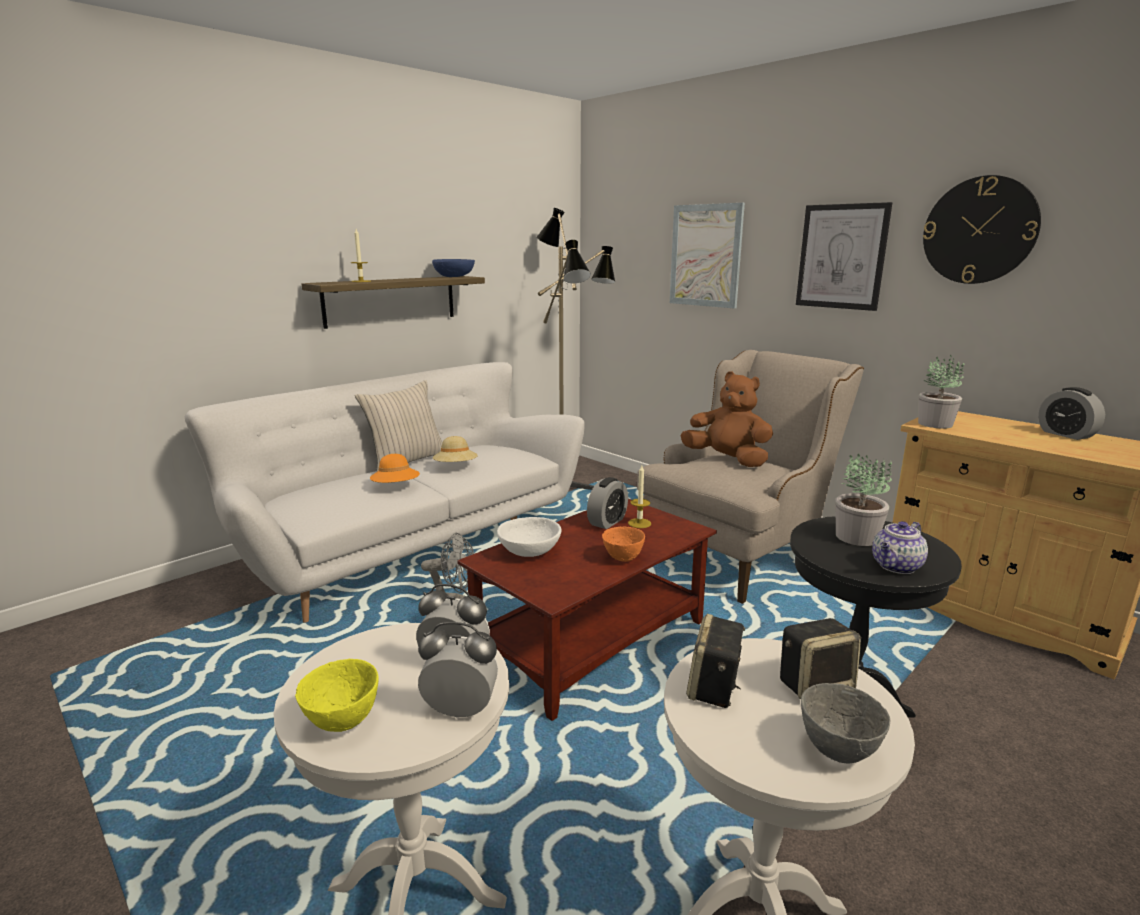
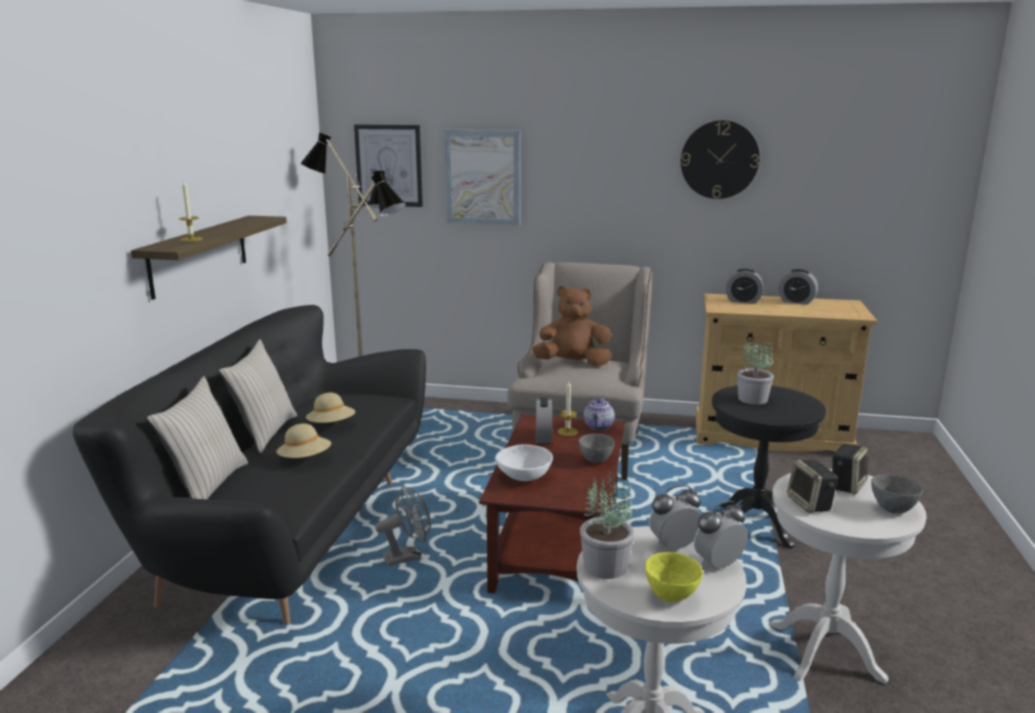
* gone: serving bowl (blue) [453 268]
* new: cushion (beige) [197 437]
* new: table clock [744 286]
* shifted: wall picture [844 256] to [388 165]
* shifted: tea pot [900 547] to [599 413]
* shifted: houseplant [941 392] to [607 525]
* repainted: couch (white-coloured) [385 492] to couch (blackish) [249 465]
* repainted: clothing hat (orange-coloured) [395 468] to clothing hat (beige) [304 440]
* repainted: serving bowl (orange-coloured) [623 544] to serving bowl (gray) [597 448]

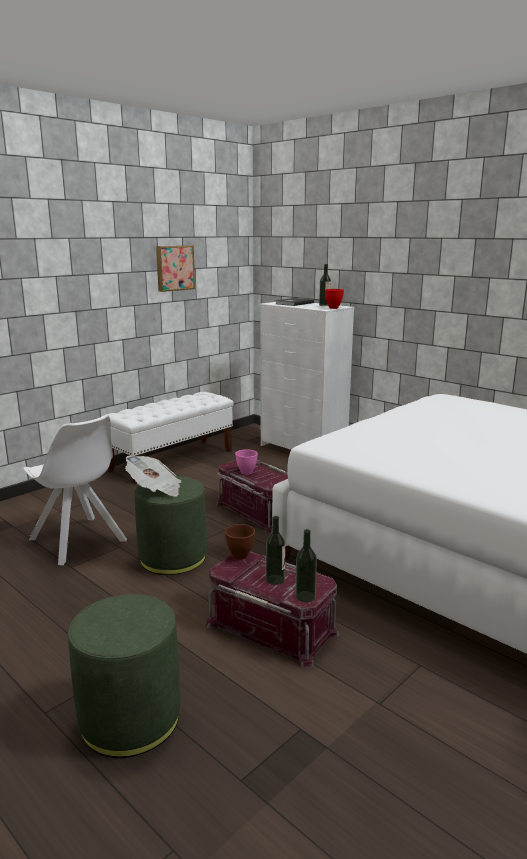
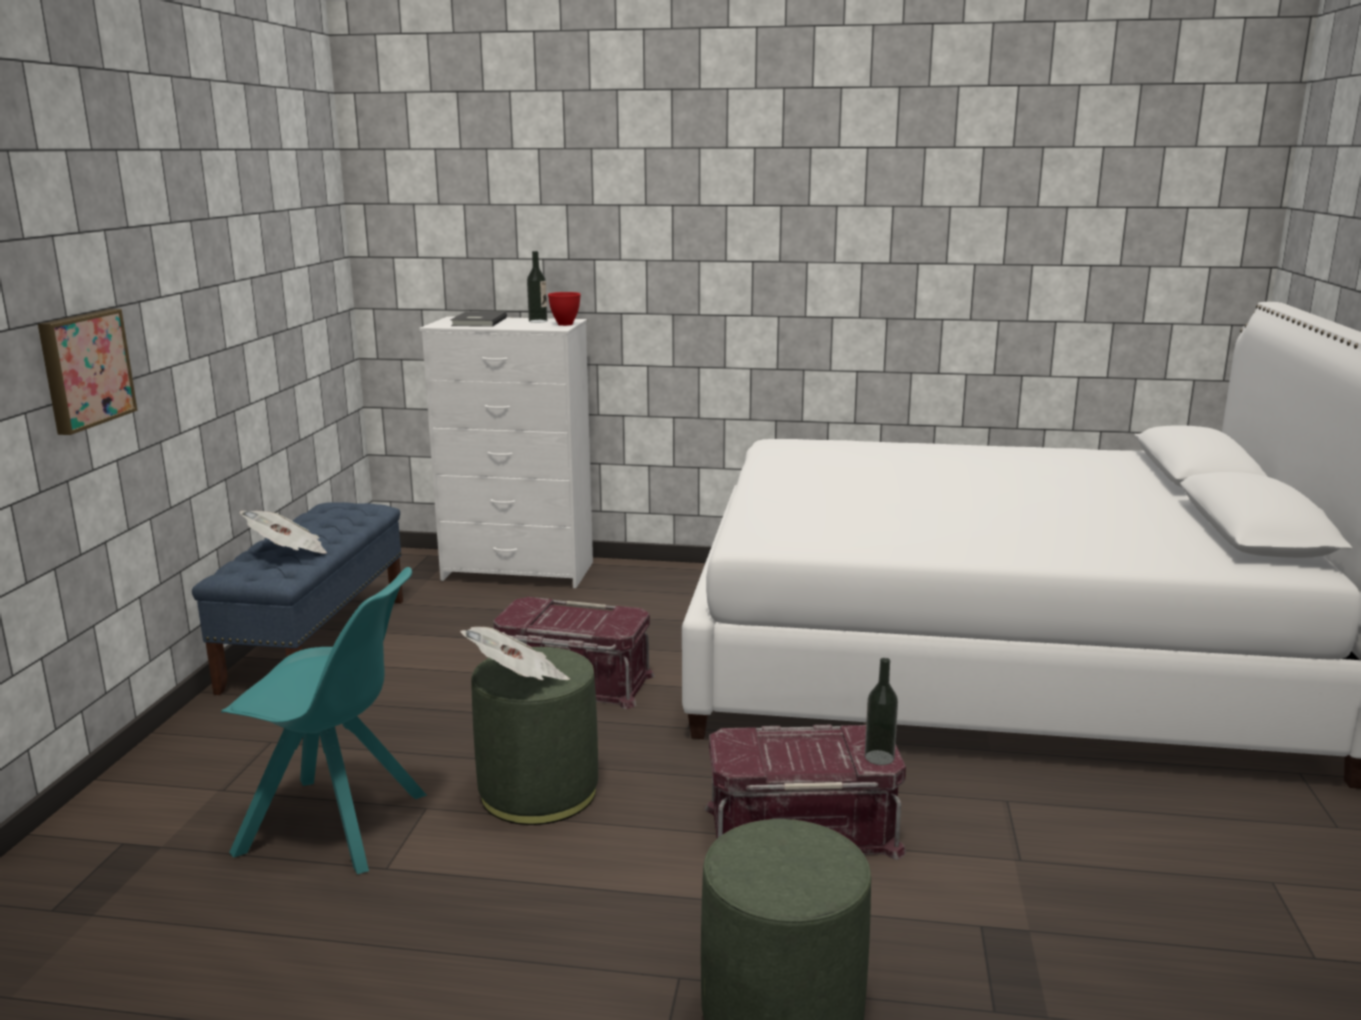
* gone: serving bowl (brown) [240 542]
* gone: serving bowl (pink) [246 462]
* gone: bottle [275 550]
* new: daily paper [283 532]
* shifted: wall picture [175 269] to [88 372]
* repainted: upright chair (white-coloured) [75 490] to upright chair (turquoise-coloured) [324 720]
* repainted: indoor bench (white-coloured) [168 438] to indoor bench (blue) [297 598]

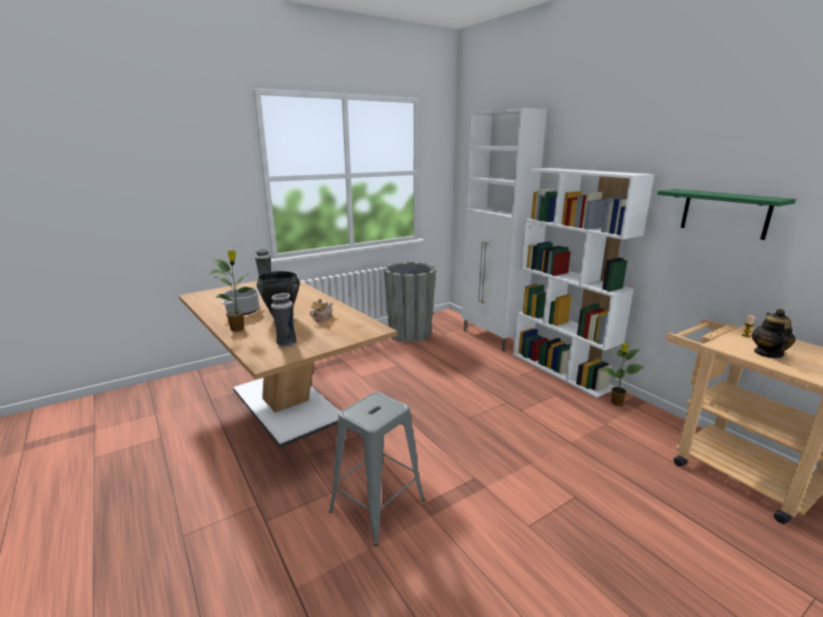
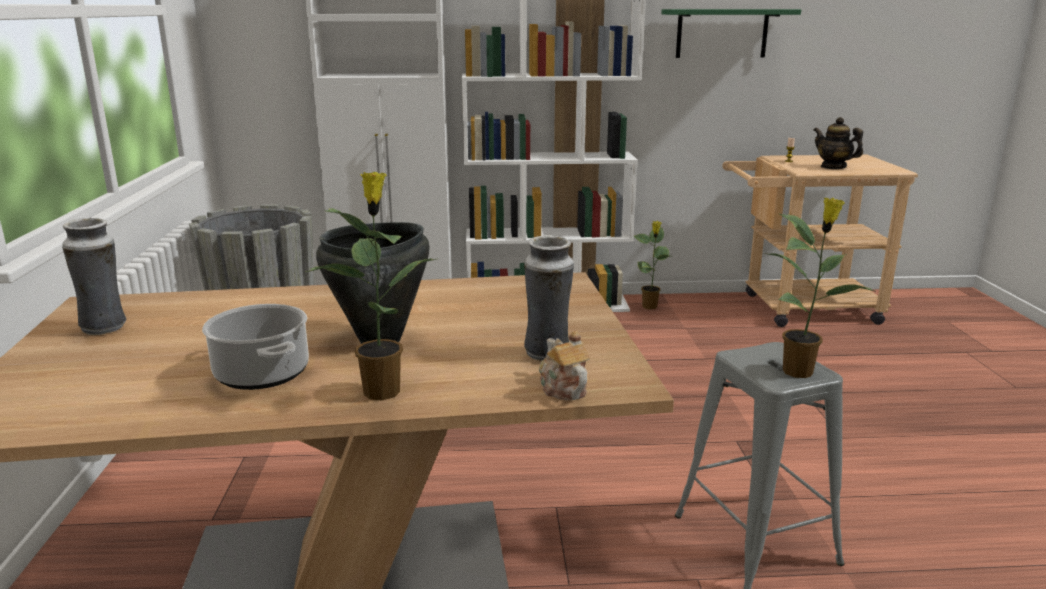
* new: houseplant [819 288]
* shifted: tea pot [321 310] to [564 365]

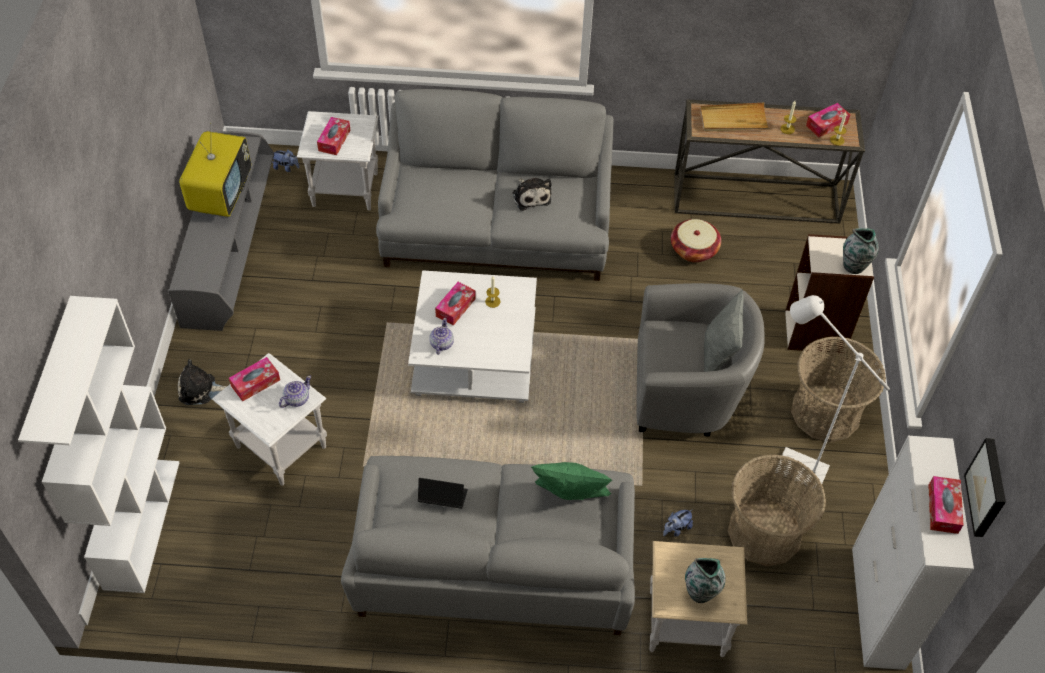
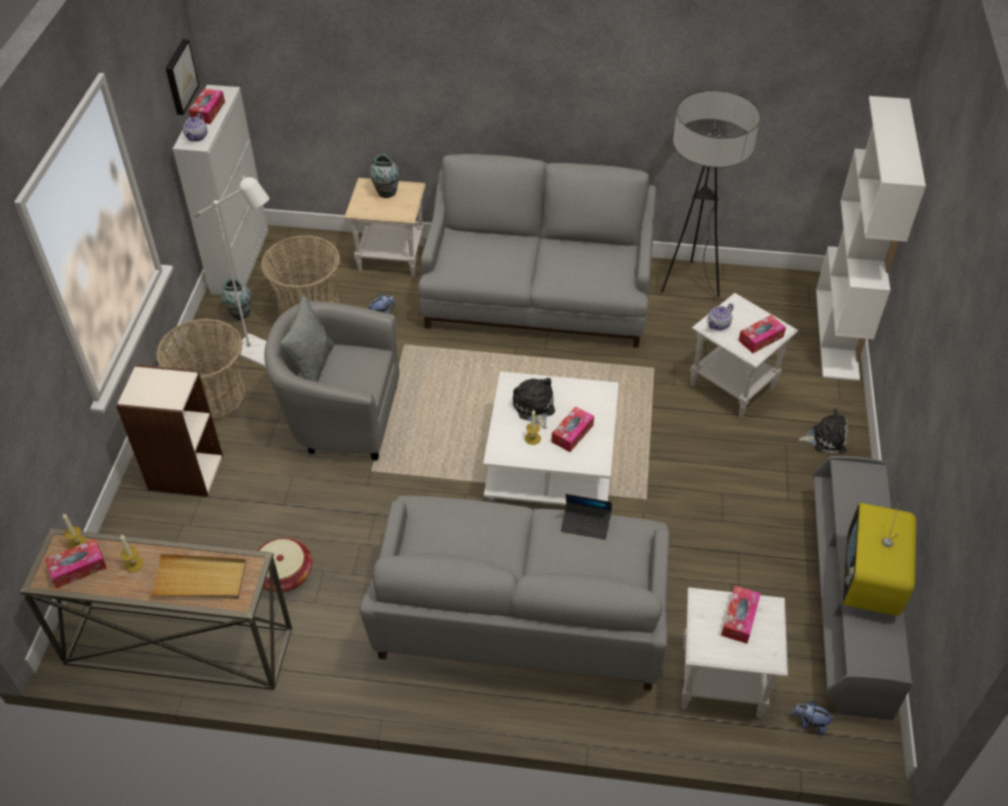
* gone: cushion (green) [571 481]
* new: standing lamp [710 197]
* shifted: notebook computer [443 493] to [586 517]
* shifted: tea pot [441 336] to [195 127]
* shifted: soft toy [532 194] to [534 403]
* shifted: vase [861 251] to [236 299]

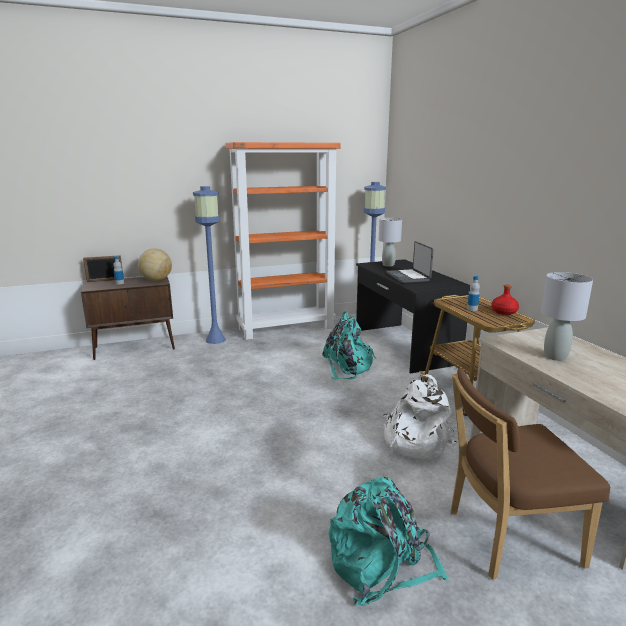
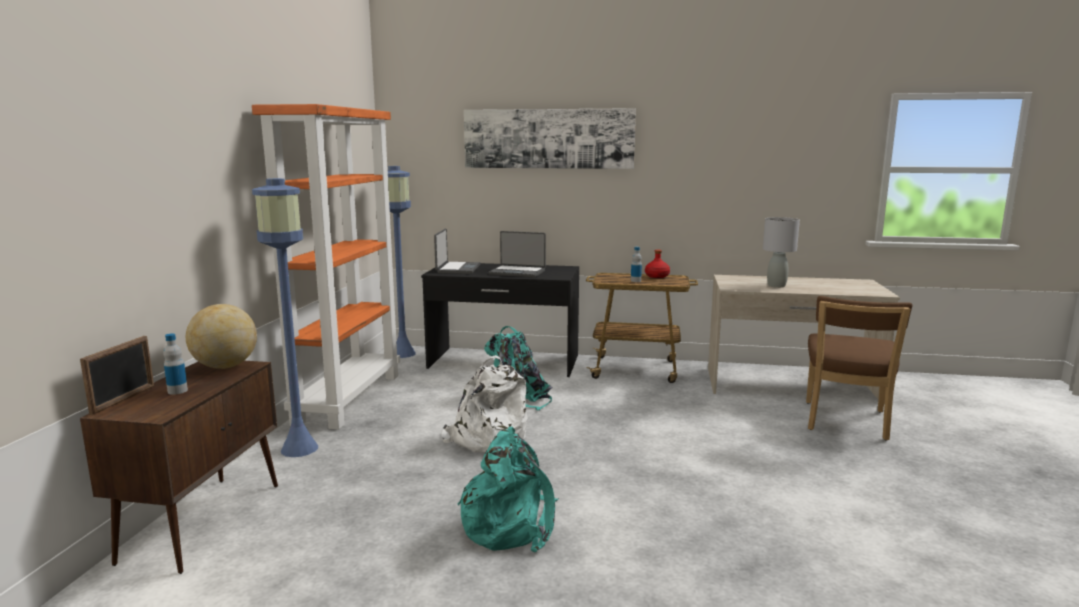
* new: wall picture [550 138]
* shifted: knapsack (turquoise-coloured) [388 541] to [507 489]
* shifted: knapsack (white-coloured) [420 417] to [485 404]
* swapped: lamp for a table (gray) [390 242] to notebook computer [457 251]

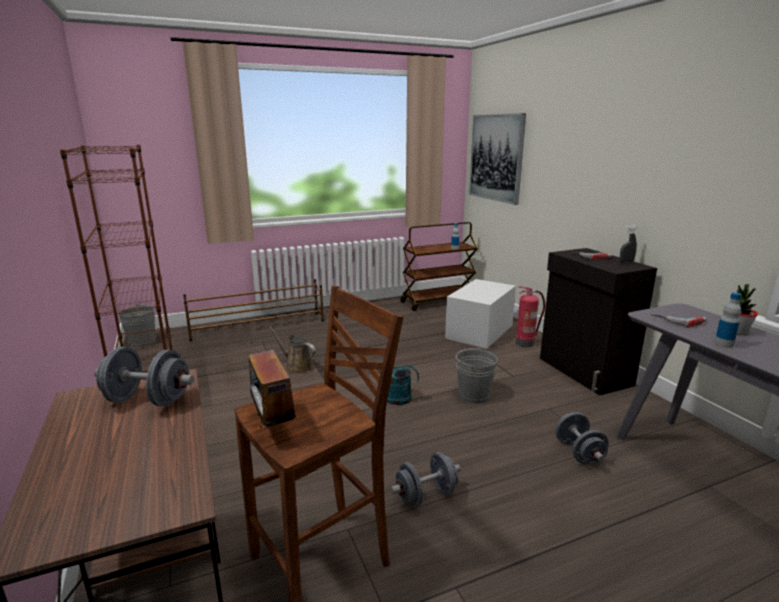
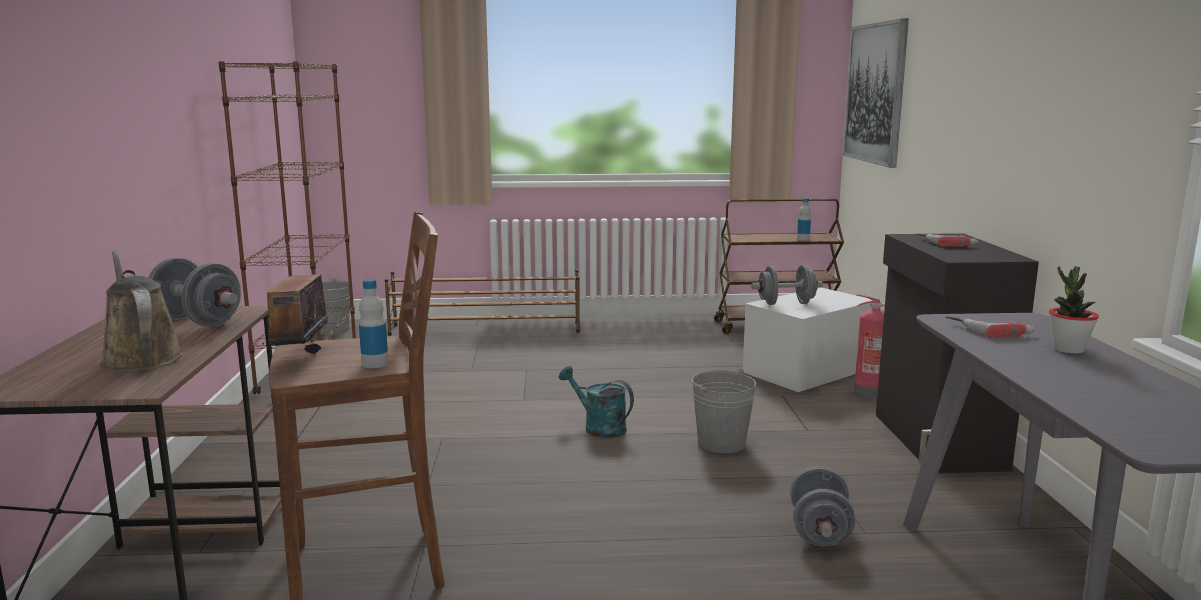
* gone: hand sprayer (gray) [628 244]
* shifted: watering can (brown) [292 350] to [141 311]
* shifted: hand weight (gray) [426 479] to [787 285]
* shifted: bottle [727 320] to [373 323]

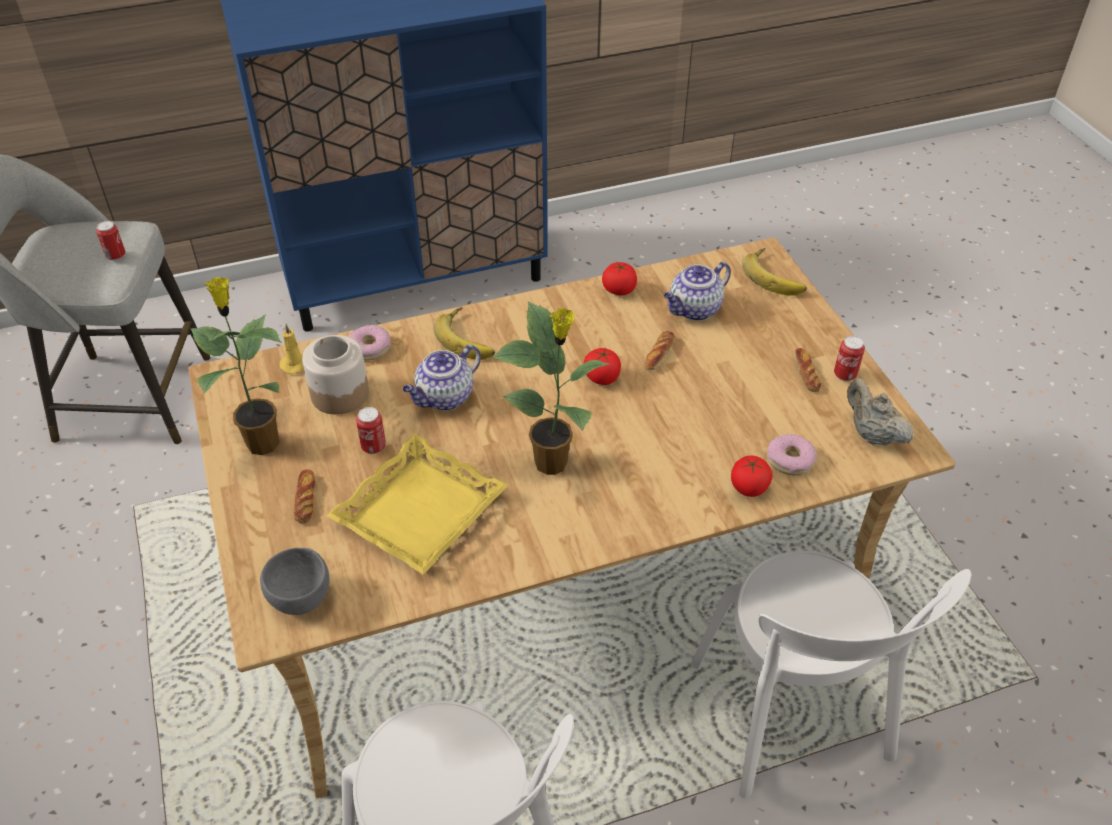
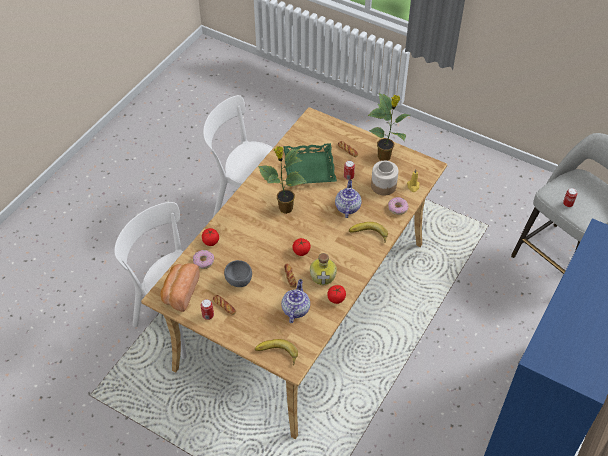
* new: bottle [323 269]
* shifted: serving bowl (gray) [295 581] to [238 273]
* swapped: tea pot (beige) [880 411] to bread [180 287]
* repainted: tray (yellow) [417 504] to tray (green) [310 163]

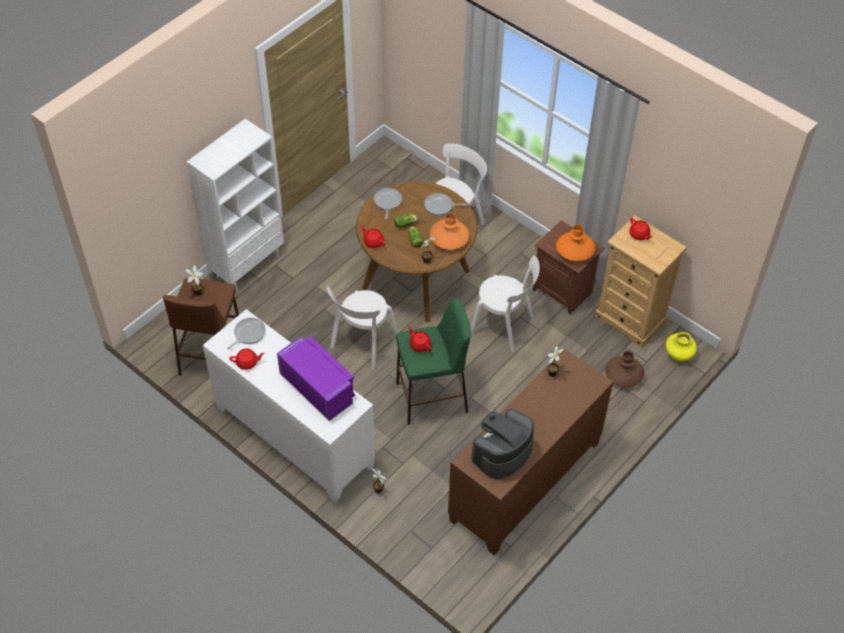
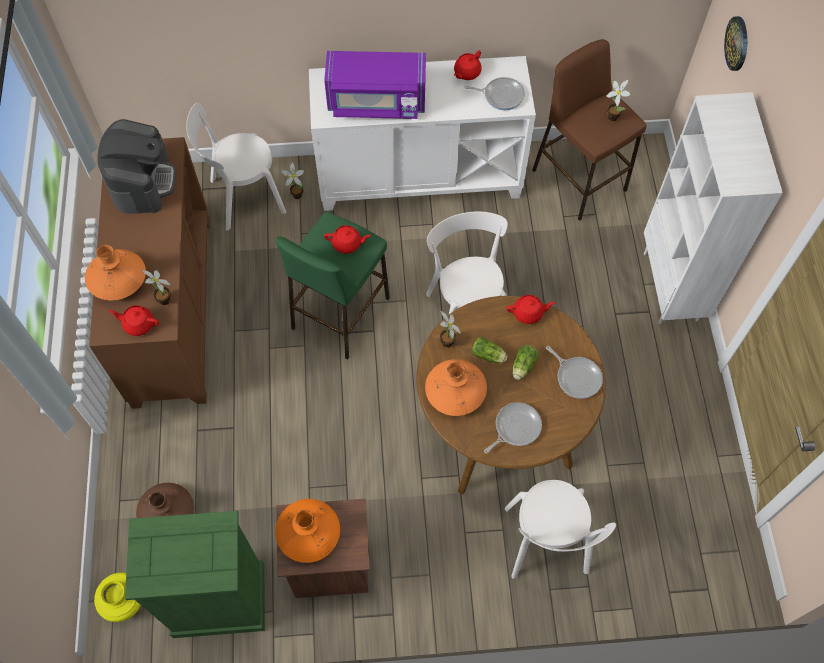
* new: vase (orange-coloured) [115 272]
* new: hanging clock [735 43]
* shifted: upright chair (white-coloured) [505 304] to [236 167]
* shifted: tea pot (reddish) [641 229] to [134 320]
* repainted: dresser (beige) [641 282] to dresser (green) [195 574]
* rotated: skillet [246 334] = [494 93] 75 degrees counterclockwise

